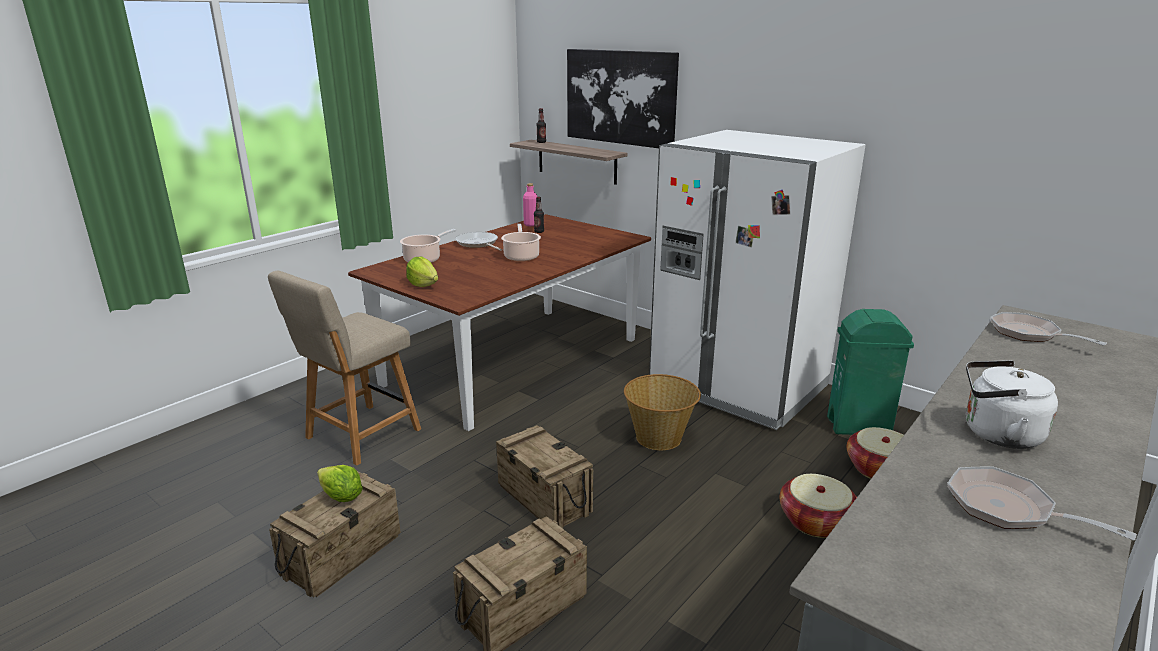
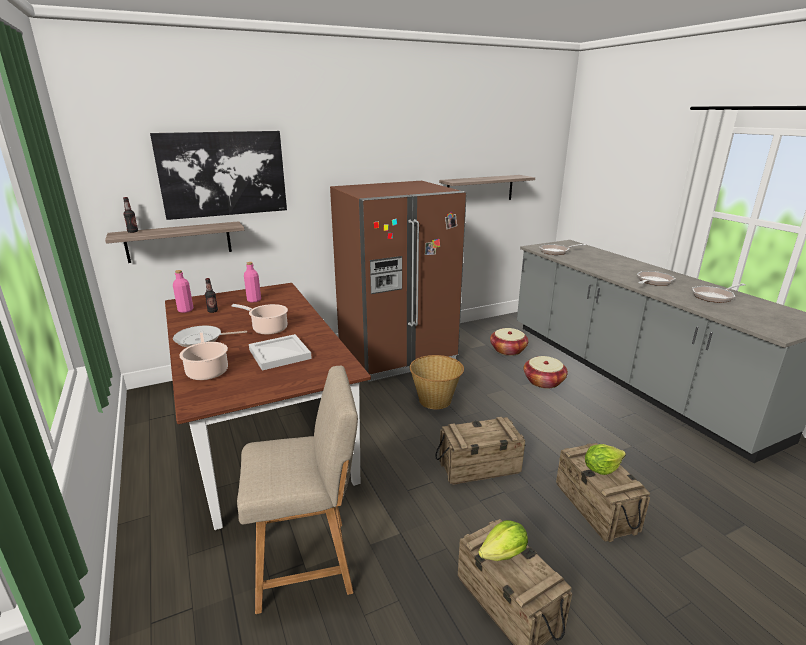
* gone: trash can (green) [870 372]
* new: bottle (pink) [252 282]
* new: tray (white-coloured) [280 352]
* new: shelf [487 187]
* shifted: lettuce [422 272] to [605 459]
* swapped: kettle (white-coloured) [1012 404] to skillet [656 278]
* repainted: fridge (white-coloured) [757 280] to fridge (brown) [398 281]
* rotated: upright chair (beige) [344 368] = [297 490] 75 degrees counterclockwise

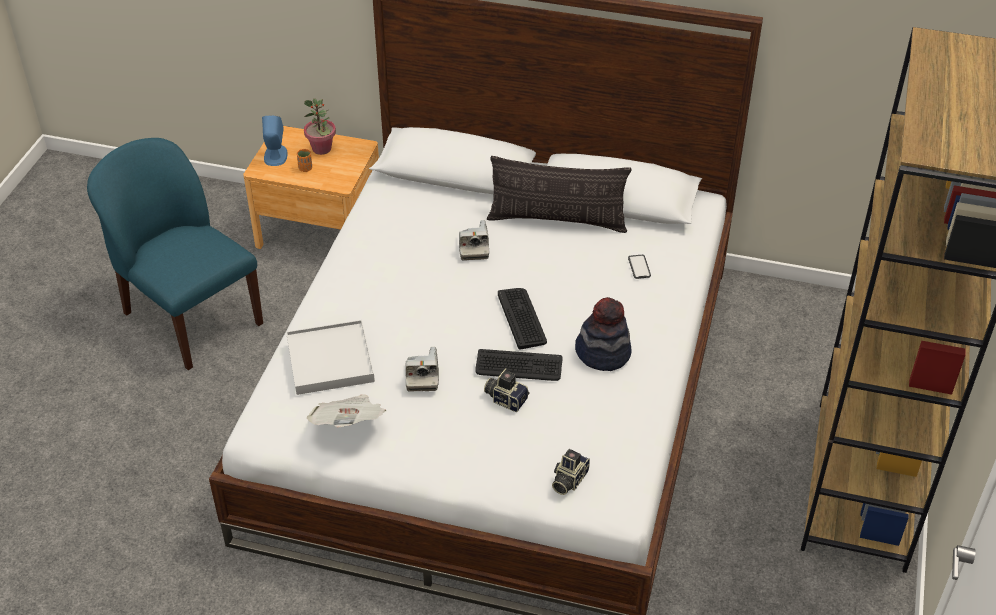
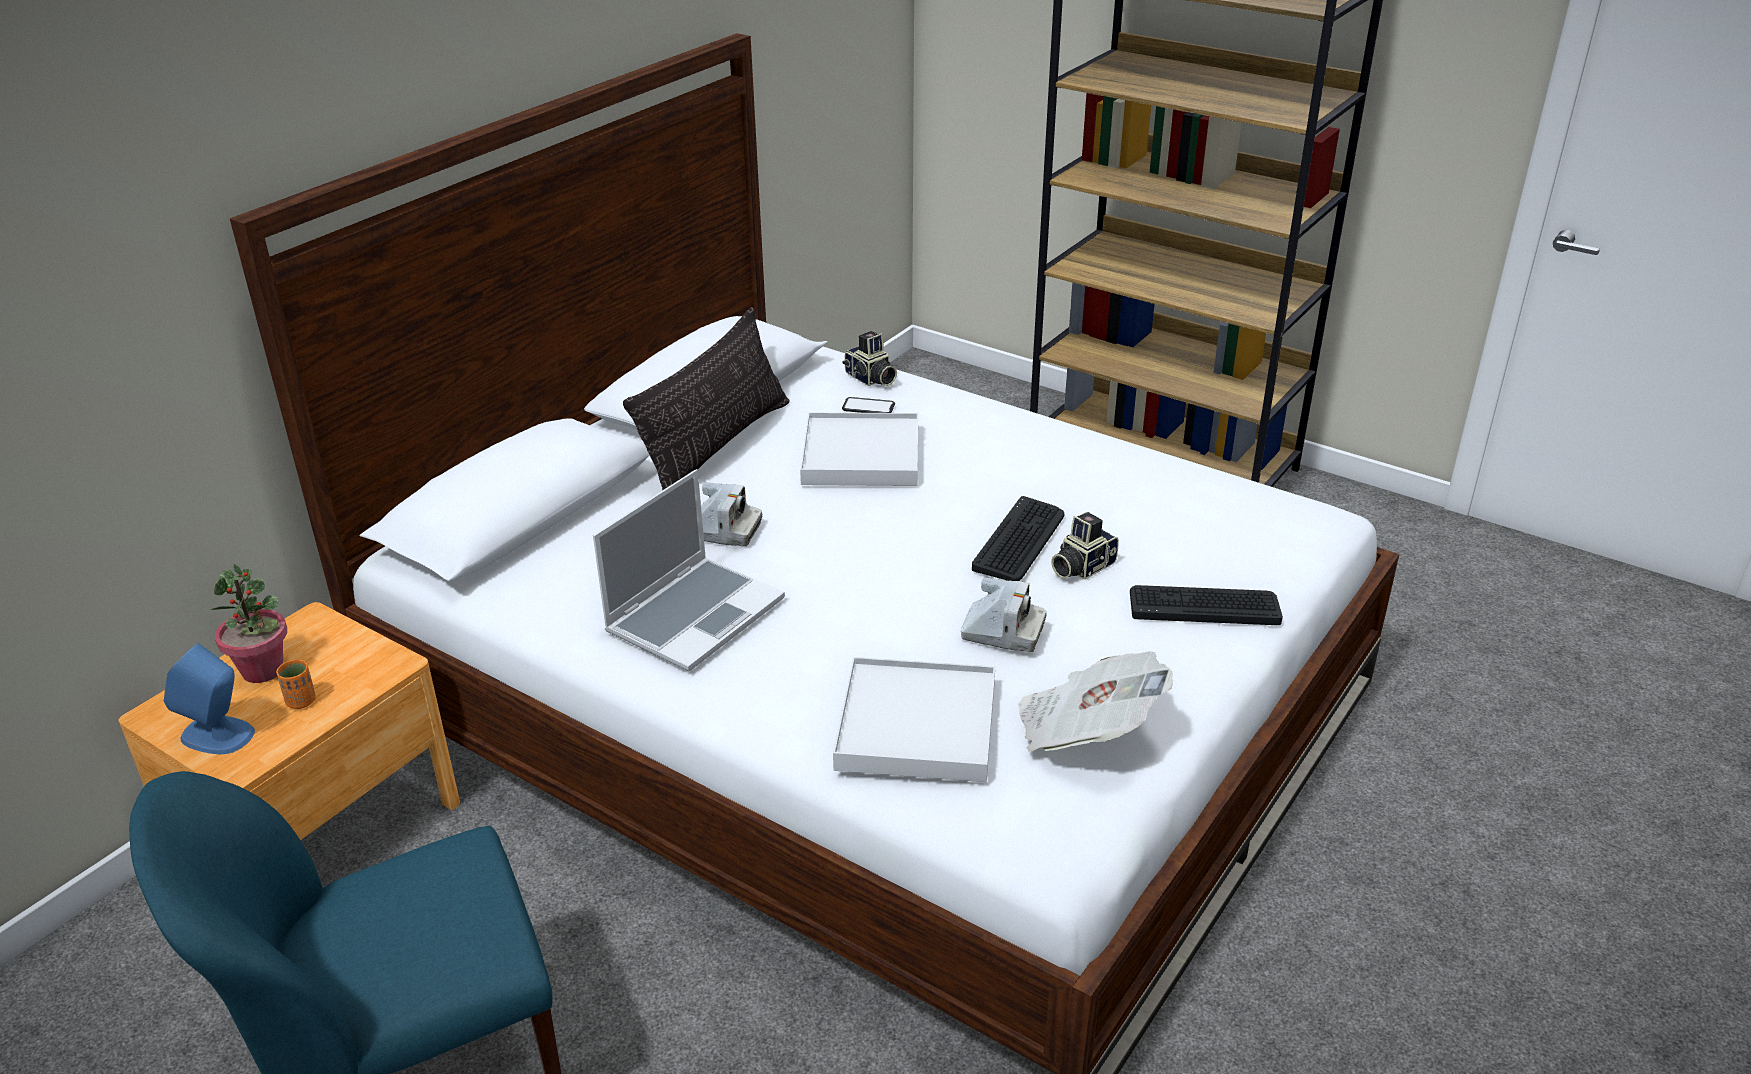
* gone: clothing hat [603 334]
* new: notebook computer [689 570]
* new: tray (white-coloured) [859 449]
* shifted: computer keyboard [522 319] to [1206 605]
* shifted: photo camera [571 472] to [869 358]

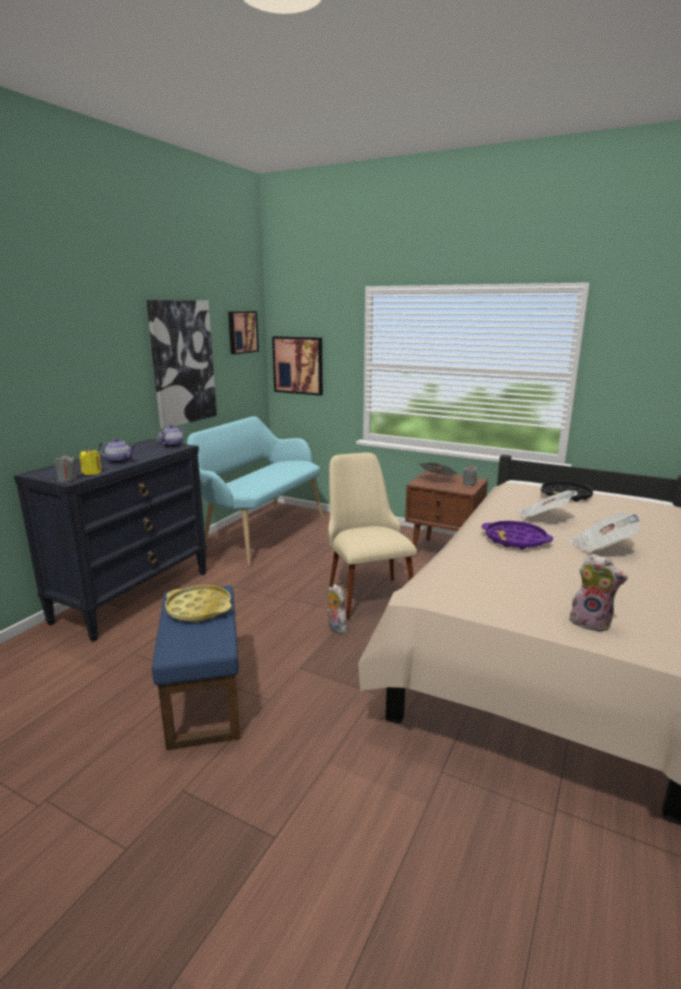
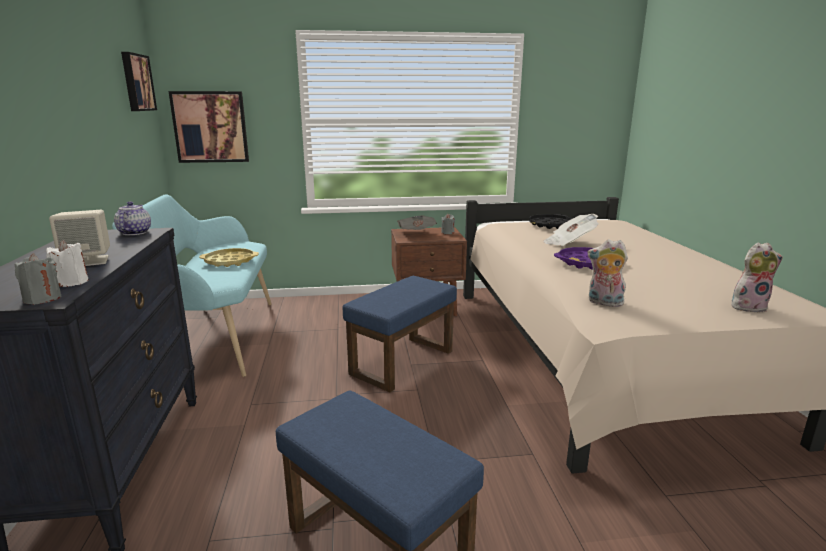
* gone: wall picture [182 364]
* gone: daily paper [605 532]
* shifted: tray (yellow) [198 603] to [229 257]
* shifted: soft toy [337 609] to [607 273]
* swapped: tea pot [117 451] to loudspeaker (beige) [79 238]
* swapped: upright chair (beige) [372 536] to footrest (blue) [400 334]
* repainted: wax candle (yellow) [90 461] to wax candle (white-coloured) [67 263]

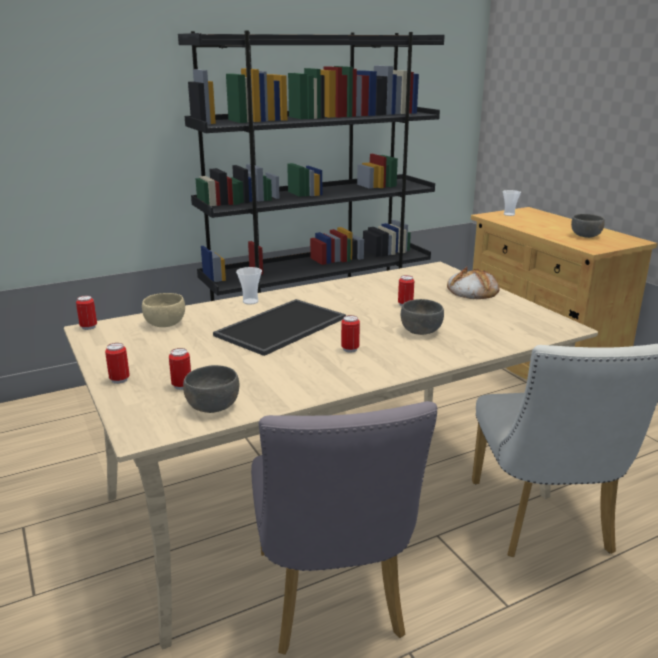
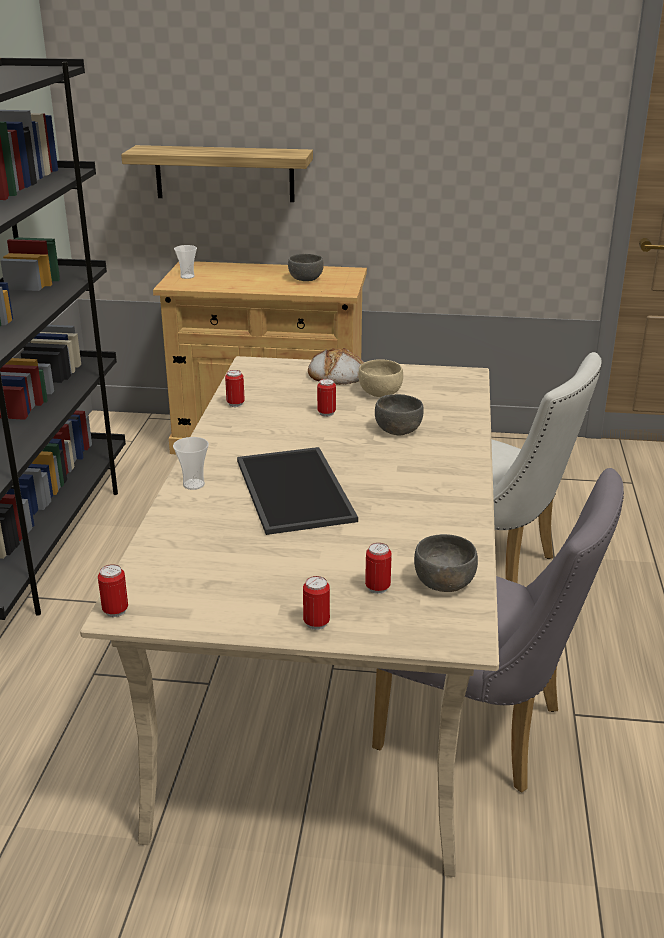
* new: shelf [217 173]
* shifted: serving bowl (beige) [163 310] to [380 378]
* shifted: metal can [350 334] to [235 388]

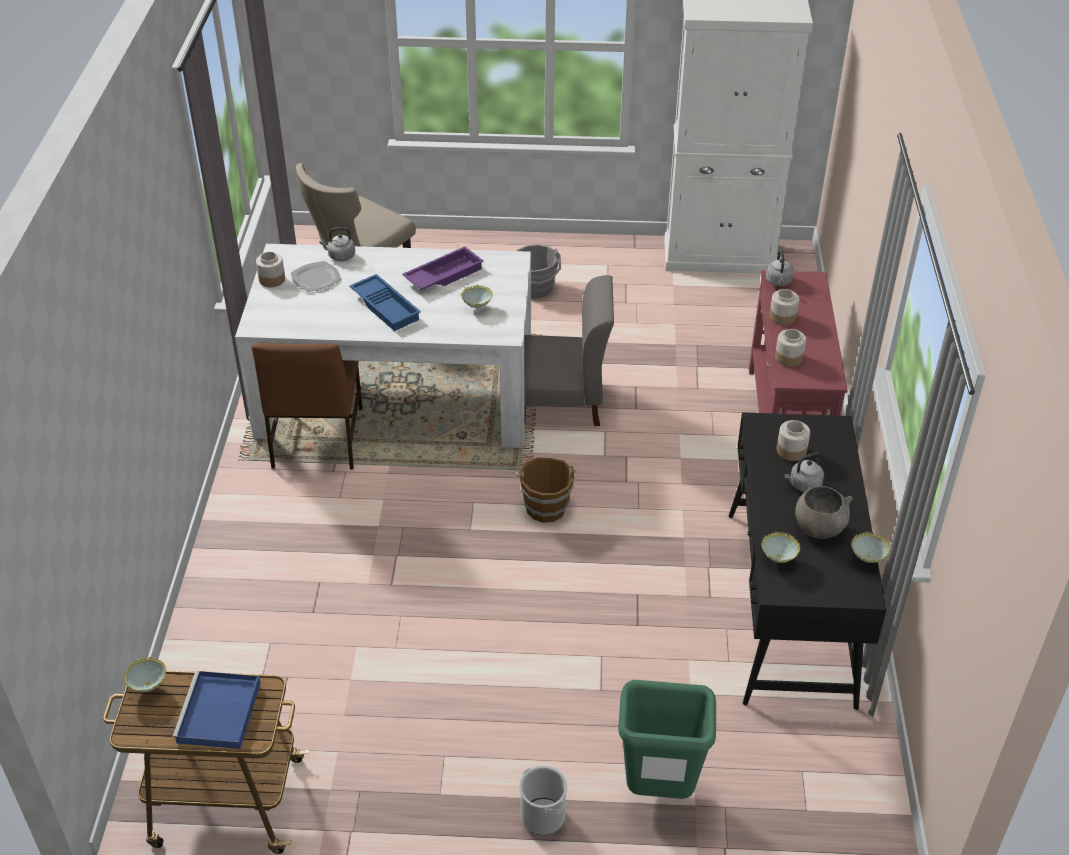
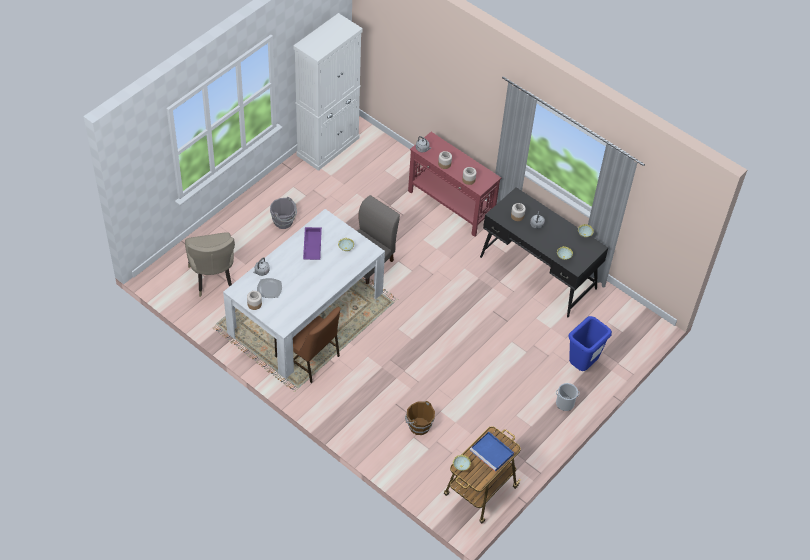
* gone: tray (blue) [385 302]
* gone: serving bowl (gray) [823 512]
* shifted: bucket (brown) [546 490] to [420 418]
* repainted: trash can (green) [667 739] to trash can (blue) [590 343]

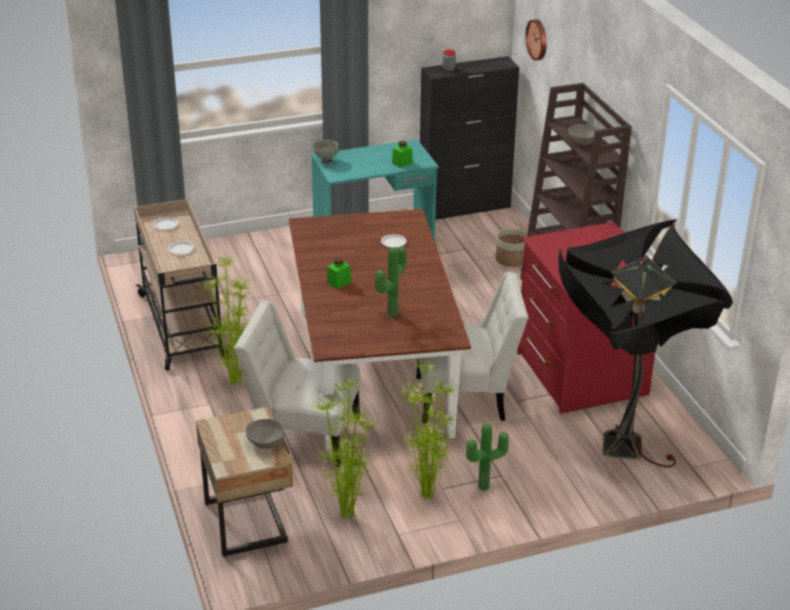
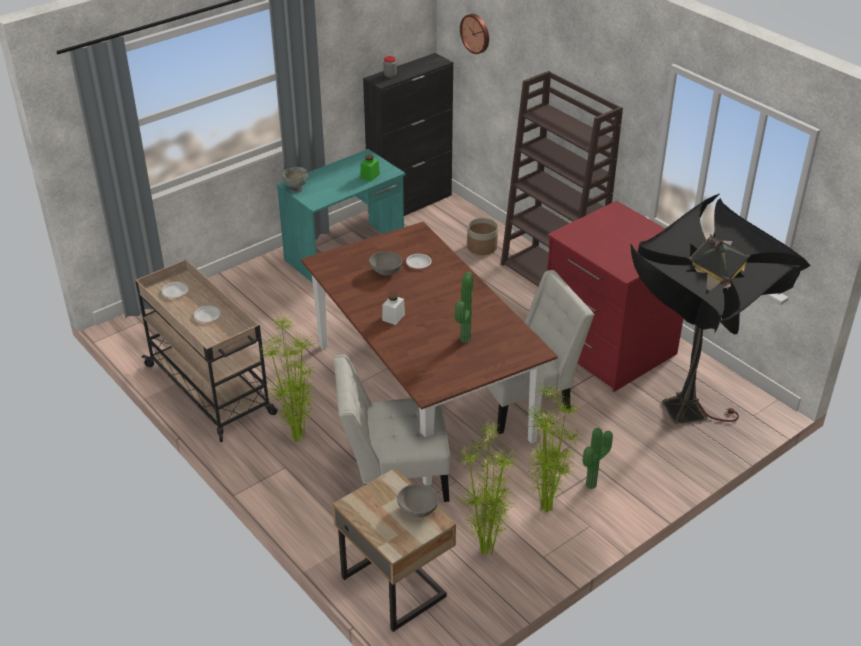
* shifted: serving bowl (gray) [583 134] to [385 263]
* repainted: jar (green) [339 273] to jar (white-coloured) [393 309]

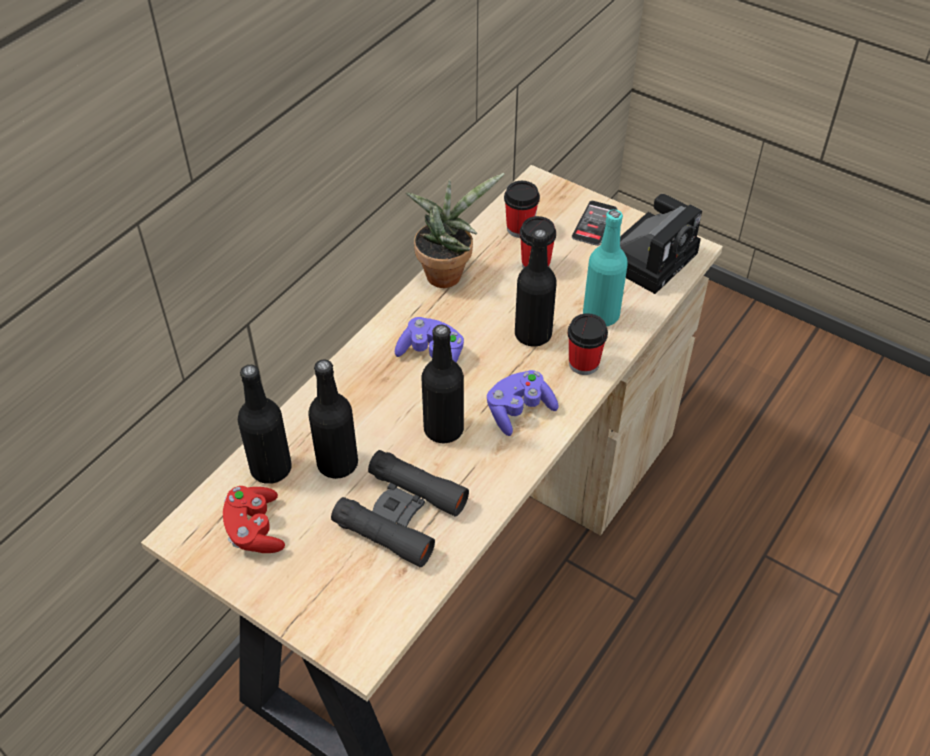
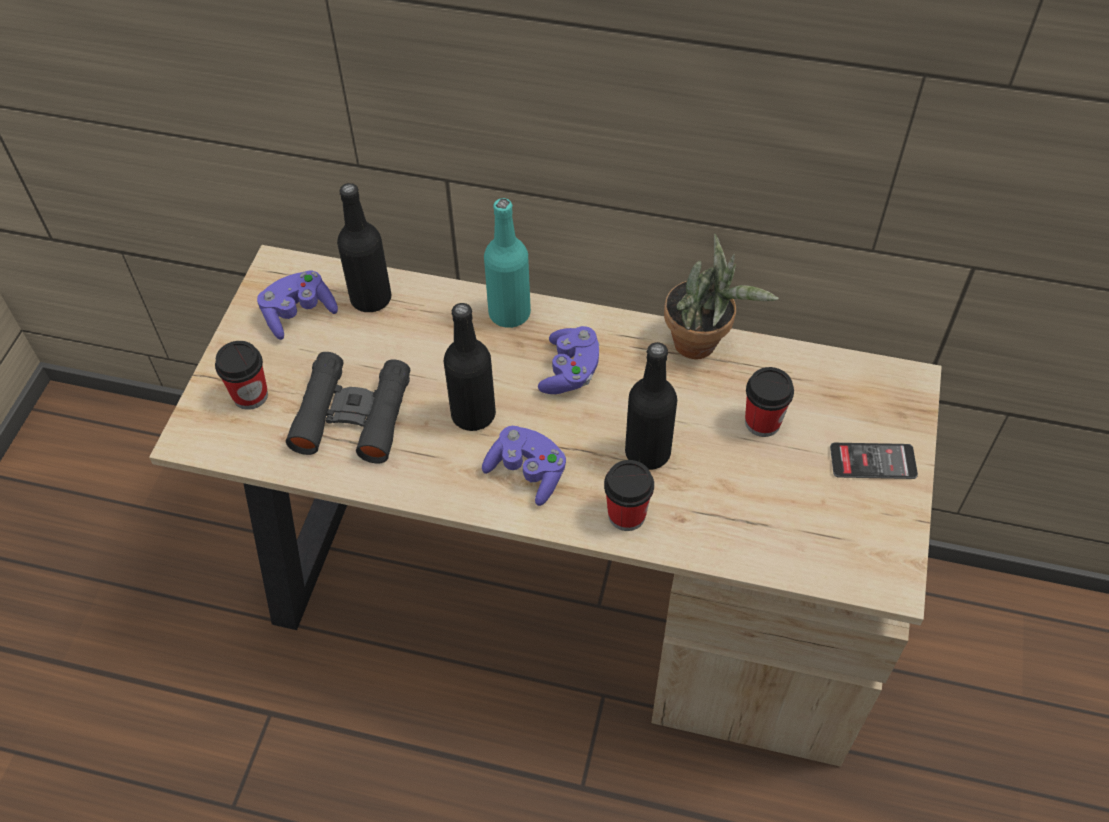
* gone: bottle (blackish) [333 419]
* gone: photo camera [661 244]
* shifted: drinking cup [522 209] to [241 375]
* shifted: bottle (turquoise-coloured) [605 268] to [507 263]
* repainted: game controller (reddish) [254 519] to game controller (purple) [297 305]

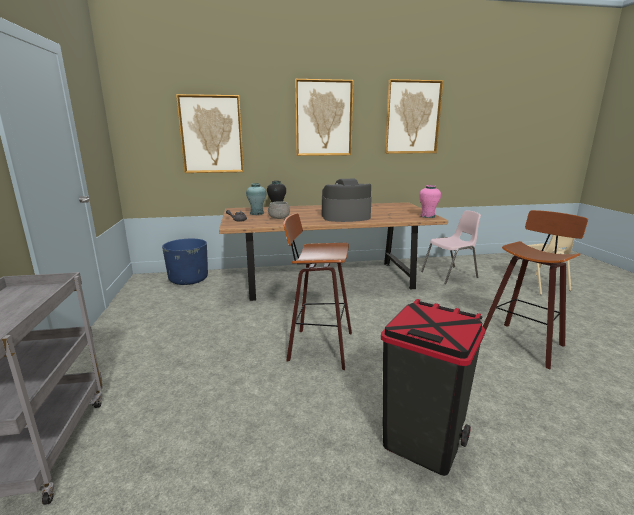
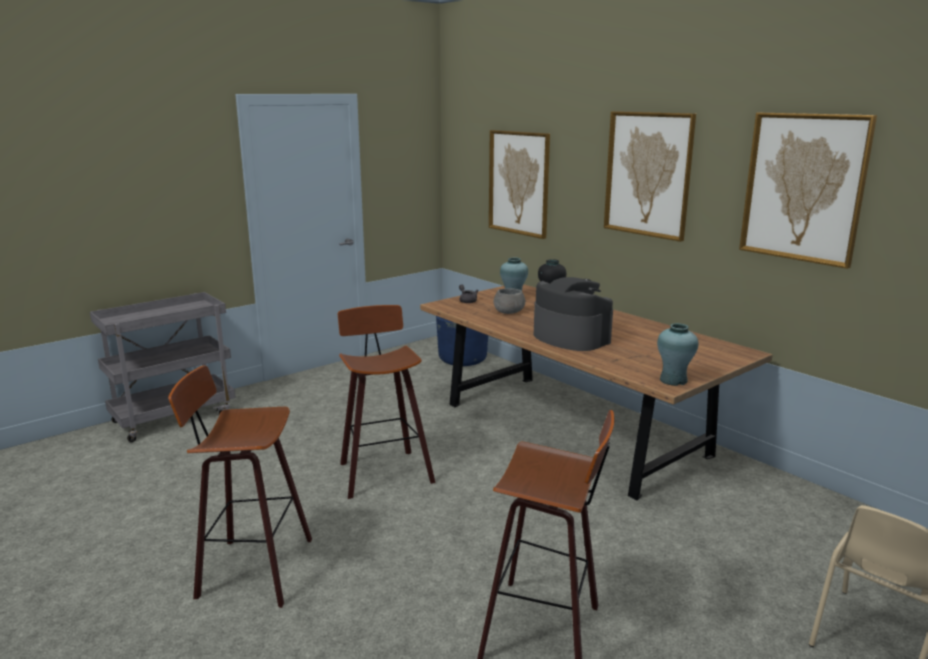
* gone: upright chair (pink) [451 247]
* swapped: trash can (blackish) [433 387] to stool [240 487]
* repainted: vase (pink) [430 201] to vase (turquoise-coloured) [678 354]

